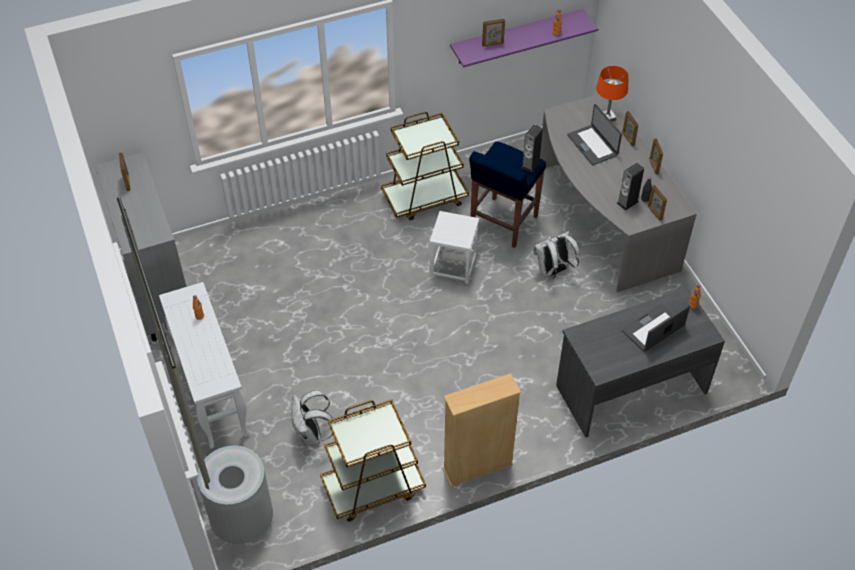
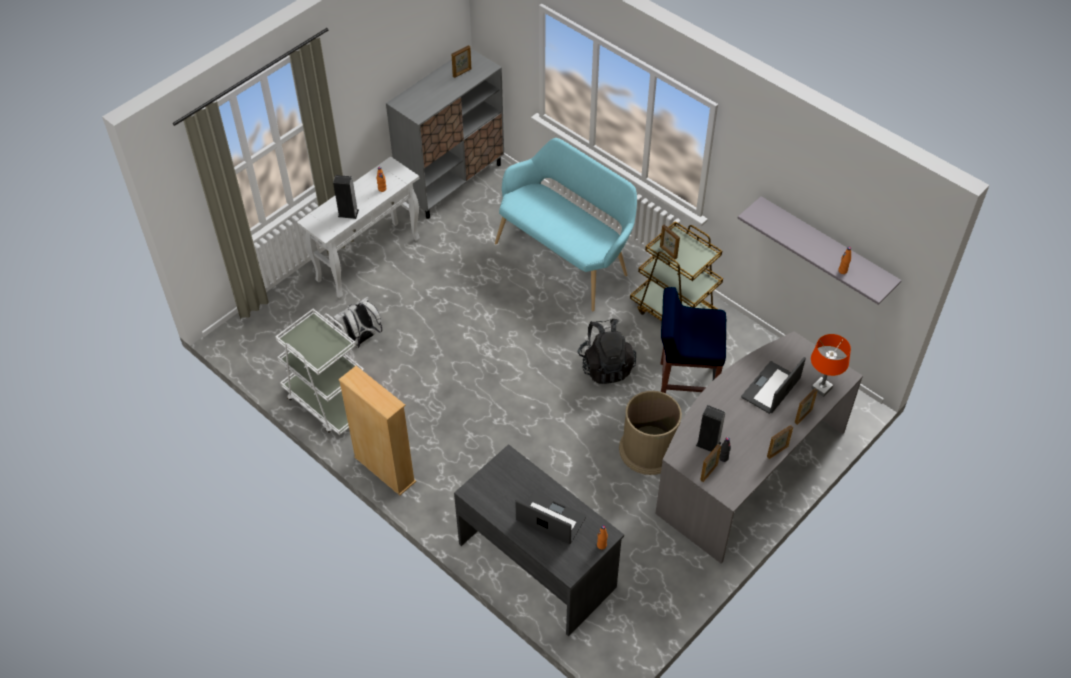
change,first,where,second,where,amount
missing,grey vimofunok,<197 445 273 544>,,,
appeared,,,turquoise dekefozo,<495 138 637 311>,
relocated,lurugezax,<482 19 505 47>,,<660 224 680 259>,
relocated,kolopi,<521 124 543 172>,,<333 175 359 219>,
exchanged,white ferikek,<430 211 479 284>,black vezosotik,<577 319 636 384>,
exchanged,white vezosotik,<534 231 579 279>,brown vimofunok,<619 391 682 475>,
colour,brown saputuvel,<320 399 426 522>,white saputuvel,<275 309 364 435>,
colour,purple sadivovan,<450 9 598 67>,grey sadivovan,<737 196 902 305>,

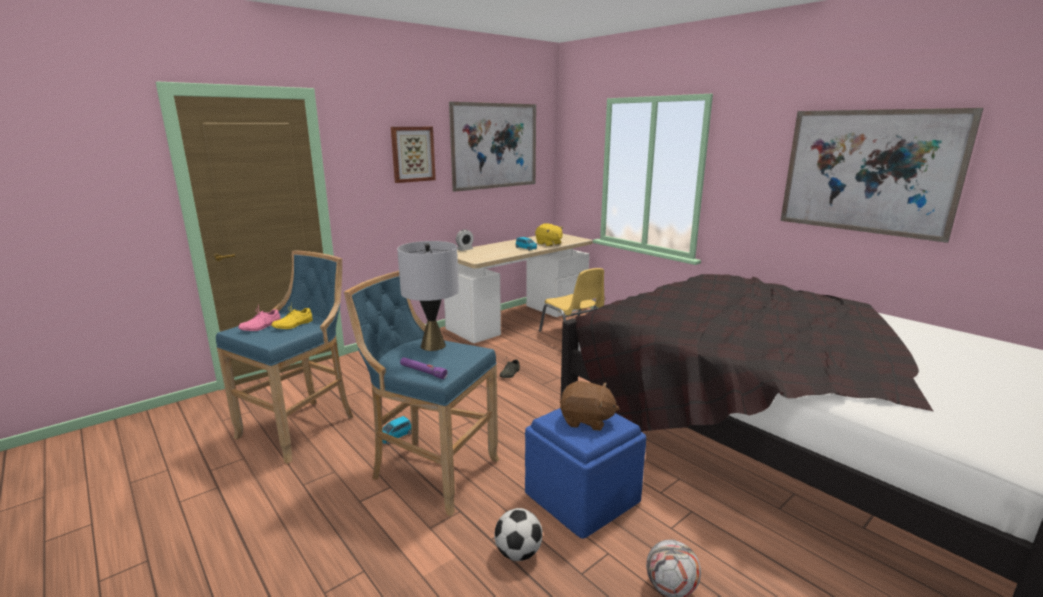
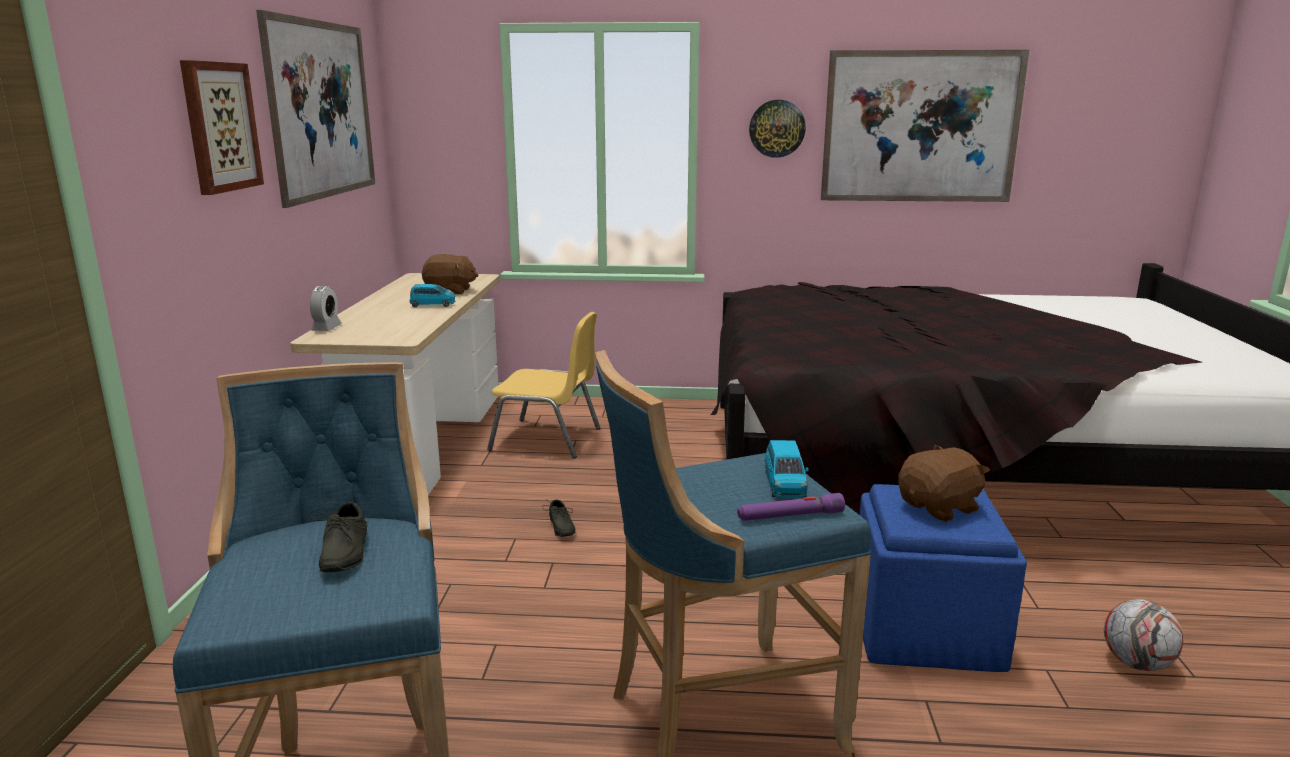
change,first,where,second,where,amount
missing,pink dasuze,<238 304 281 331>,,,
missing,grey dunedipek,<397 241 459 351>,,,
missing,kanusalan,<494 508 543 561>,,,
appeared,,,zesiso,<749 100 806 158>,
relocated,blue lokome,<383 416 412 444>,,<765 440 809 498>,
colour,yellow dasuze,<271 303 313 329>,grey dasuze,<310 501 368 572>,
colour,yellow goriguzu,<535 223 563 246>,brown goriguzu,<422 254 478 295>,

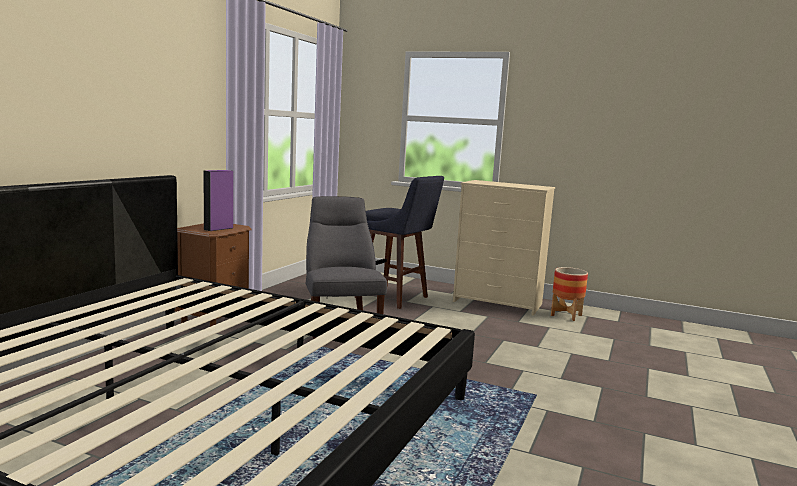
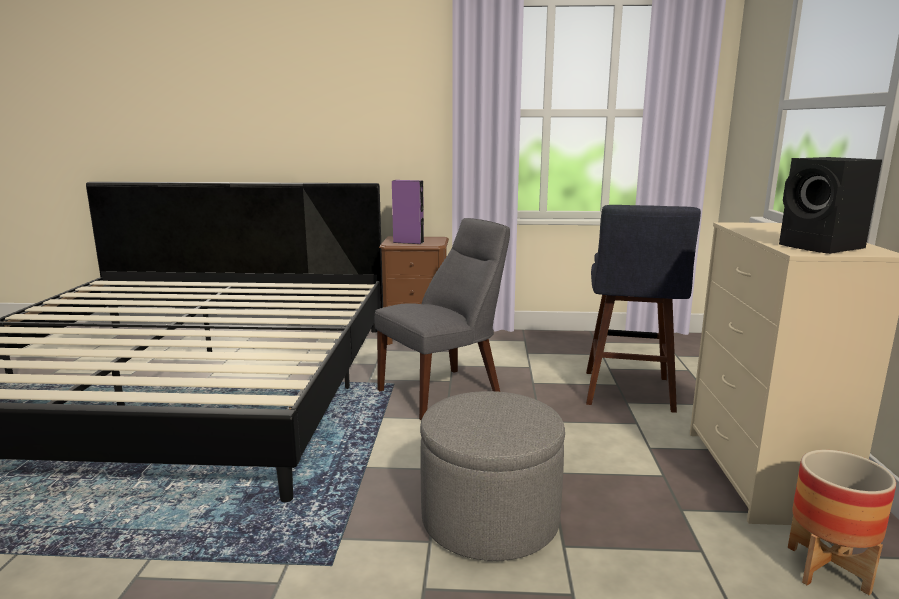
change,first,where,second,where,amount
appeared,,,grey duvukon,<420 391 565 561>,
appeared,,,black kolopi,<779 157 882 254>,

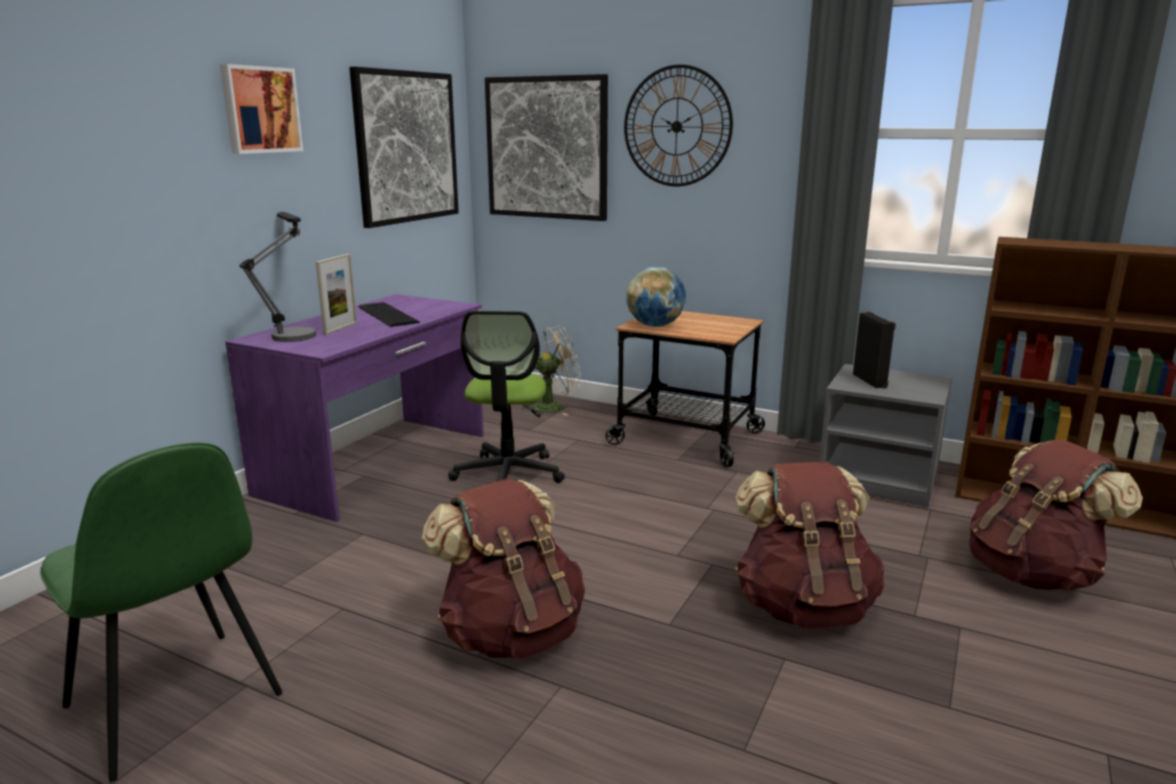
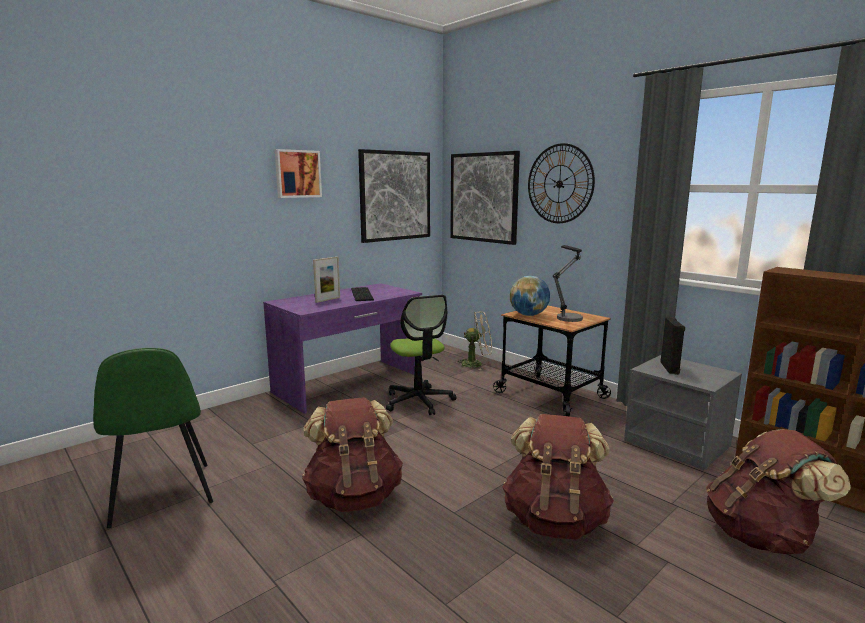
change,first,where,second,where,amount
relocated,dunedipek,<240 212 316 342>,,<553 245 583 322>,
spun,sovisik,<448 311 565 483>,,<386 295 457 415>,45 degrees counterclockwise

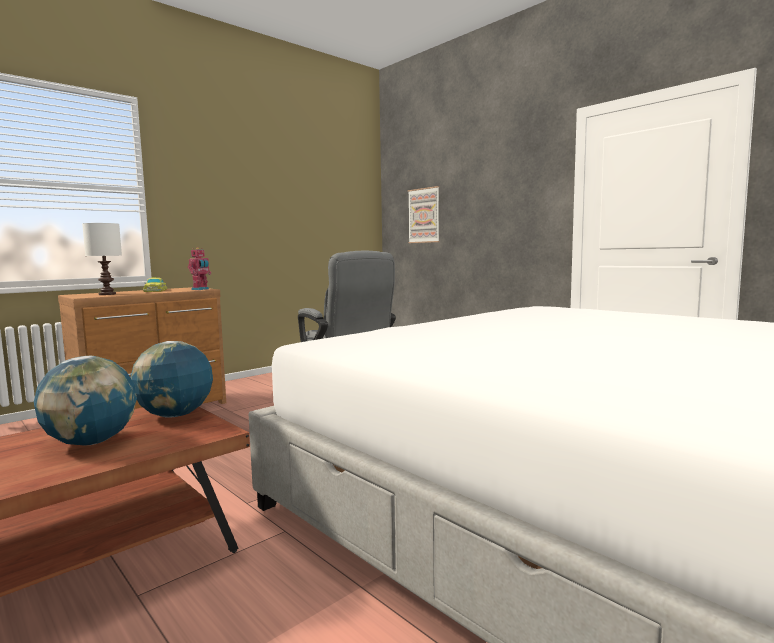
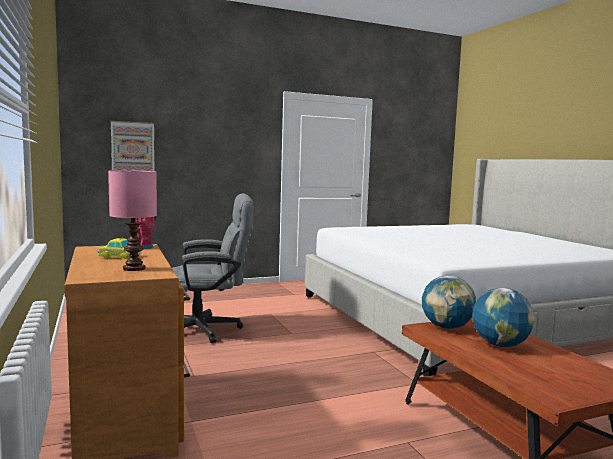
change,first,where,second,where,amount
colour,white dunedipek,<82 223 122 295>,pink dunedipek,<108 170 157 271>,

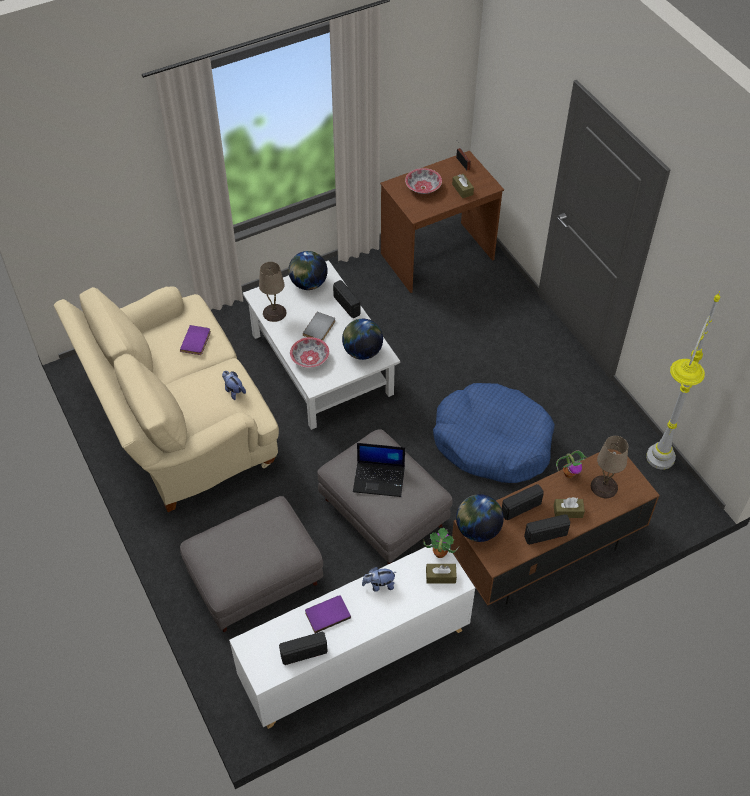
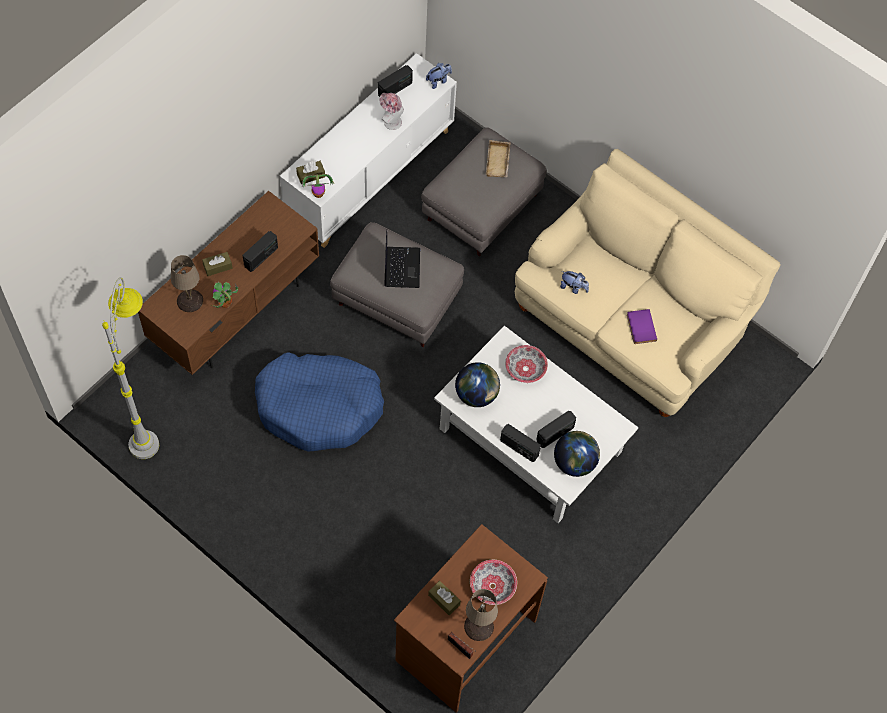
change,first,where,second,where,amount
missing,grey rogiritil,<303 312 335 341>,,,
missing,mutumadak,<456 494 504 542>,,,
appeared,,,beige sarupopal,<486 140 511 177>,
relocated,beige dunedipek,<259 262 286 322>,,<464 589 498 641>,
relocated,goriguzu,<362 567 396 592>,,<426 63 452 89>,
relocated,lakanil,<524 514 571 545>,,<536 411 576 448>,
exchanged,purple rogiritil,<305 595 351 633>,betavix,<380 93 404 130>,
spun,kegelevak,<353 443 405 497>,,<384 230 420 288>,105 degrees clockwise

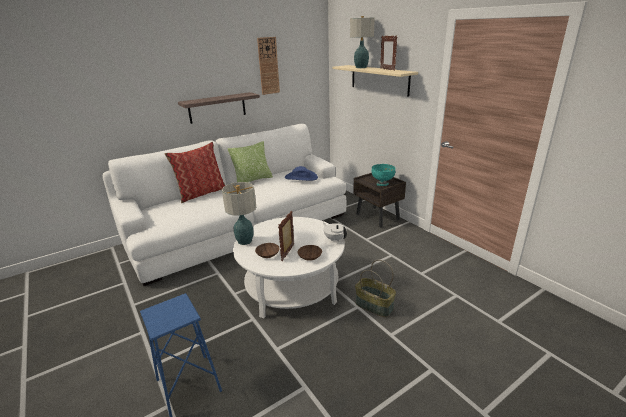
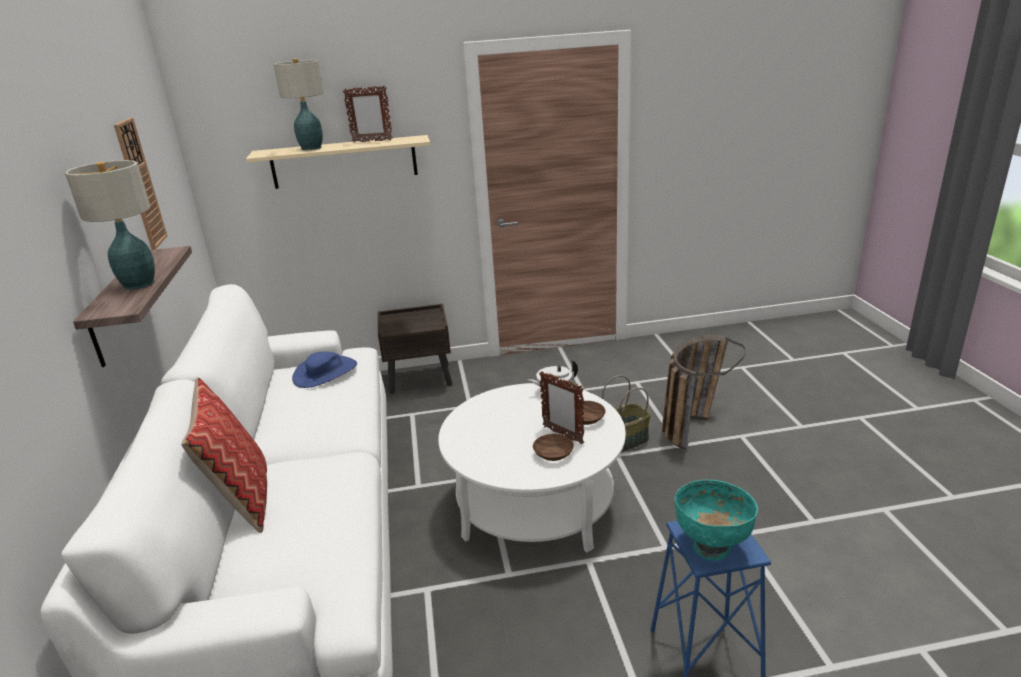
change,first,where,second,where,amount
missing,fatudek,<228 141 273 182>,,,
appeared,,,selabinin,<662 335 745 450>,
relocated,dunedipek,<222 182 256 245>,,<65 160 155 290>,
relocated,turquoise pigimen,<372 164 395 186>,,<675 480 758 561>,

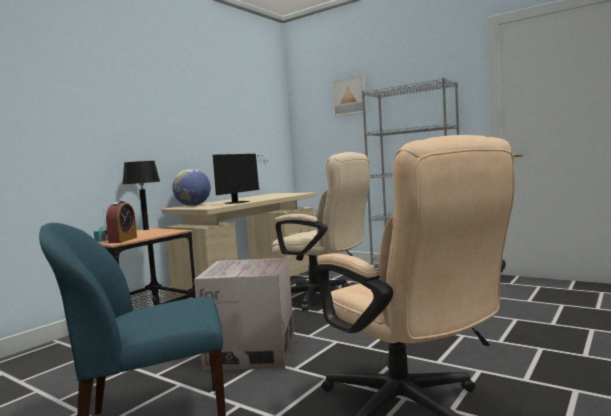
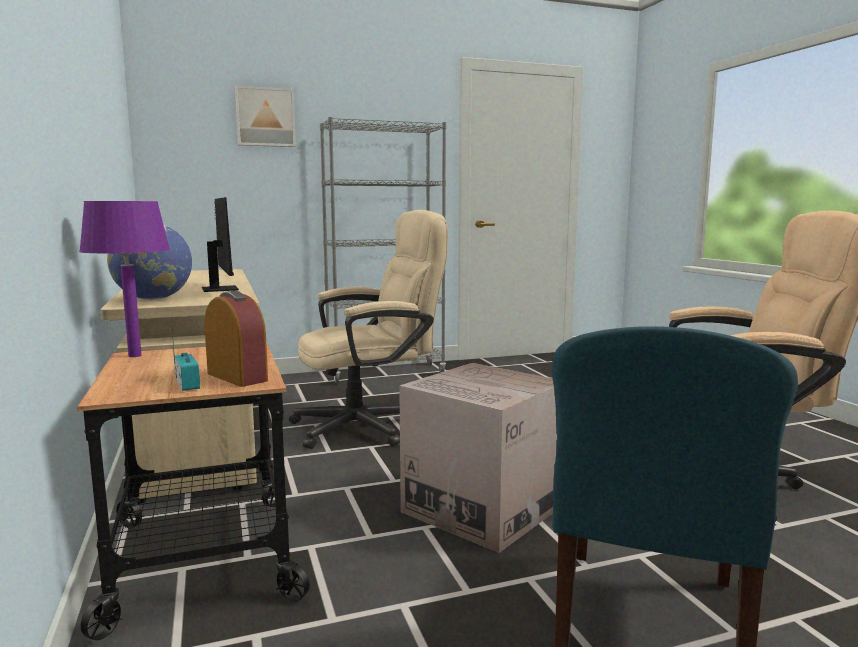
change,first,where,second,where,amount
colour,black dunedipek,<123 161 160 230>,purple dunedipek,<79 201 170 357>,

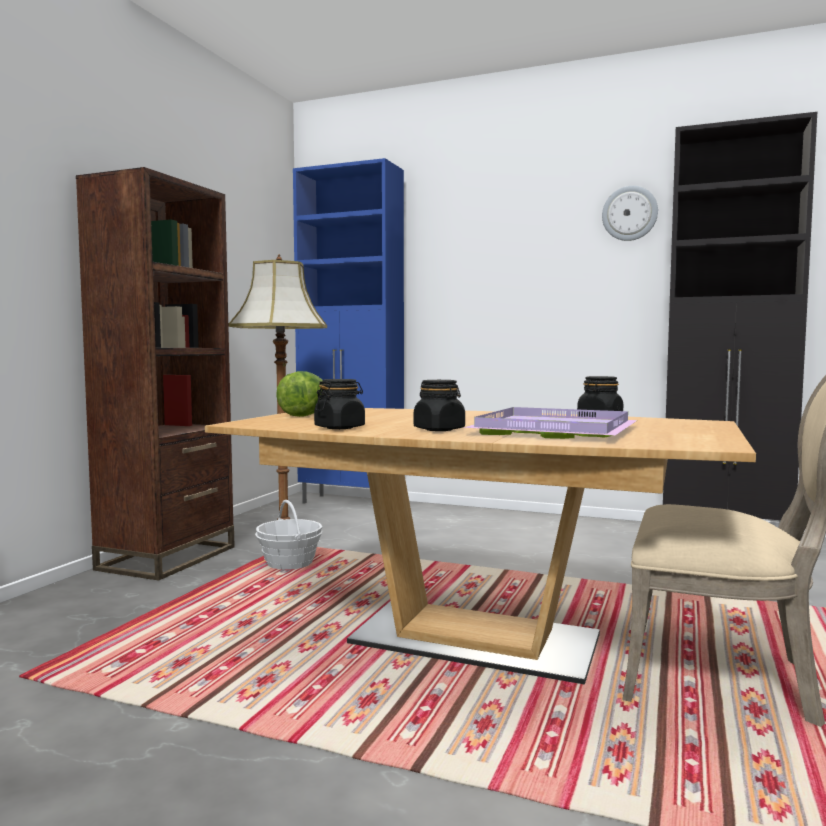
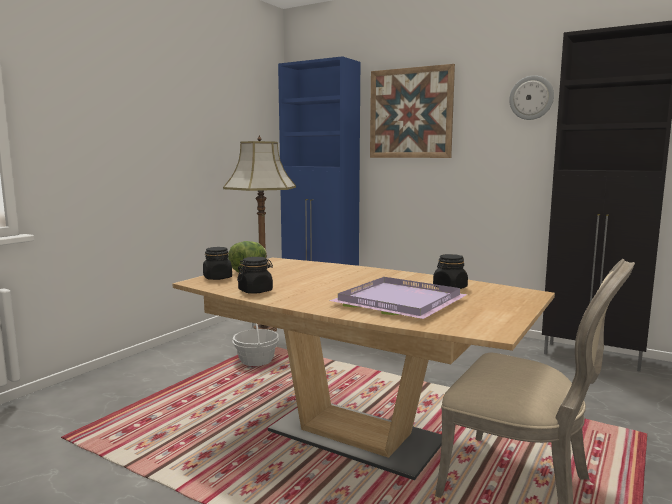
change,first,where,second,where,amount
missing,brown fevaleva,<76 167 235 581>,,,
appeared,,,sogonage,<370 64 455 158>,
relocated,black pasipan,<414 380 465 431>,,<203 247 232 280>,

